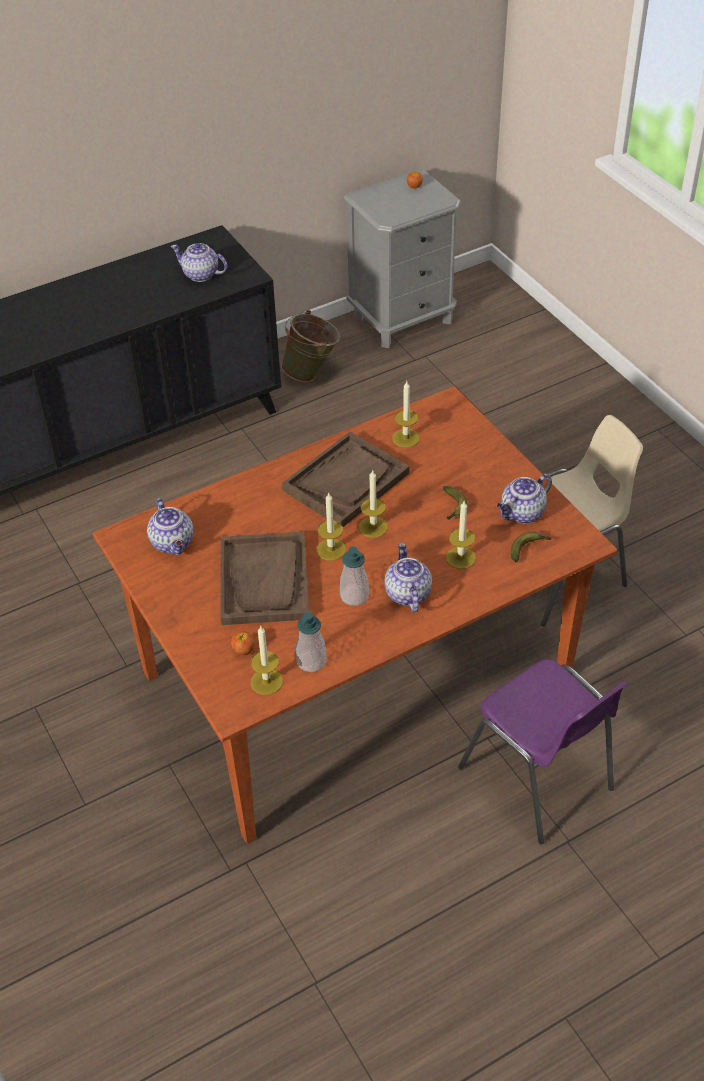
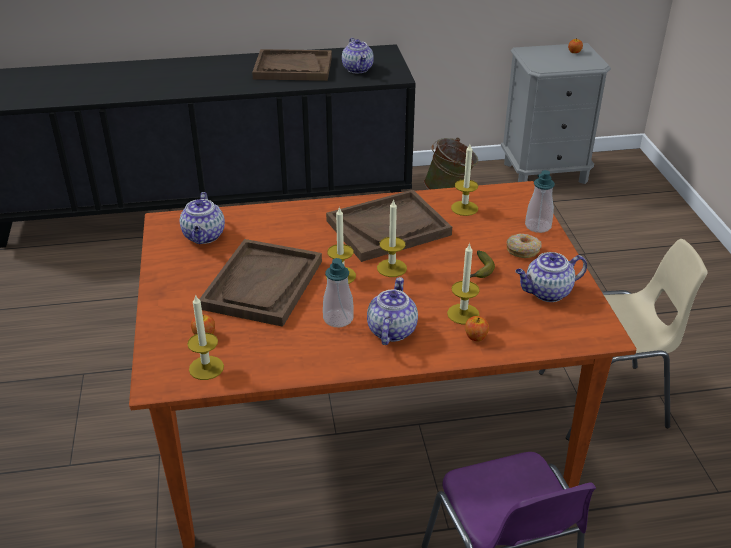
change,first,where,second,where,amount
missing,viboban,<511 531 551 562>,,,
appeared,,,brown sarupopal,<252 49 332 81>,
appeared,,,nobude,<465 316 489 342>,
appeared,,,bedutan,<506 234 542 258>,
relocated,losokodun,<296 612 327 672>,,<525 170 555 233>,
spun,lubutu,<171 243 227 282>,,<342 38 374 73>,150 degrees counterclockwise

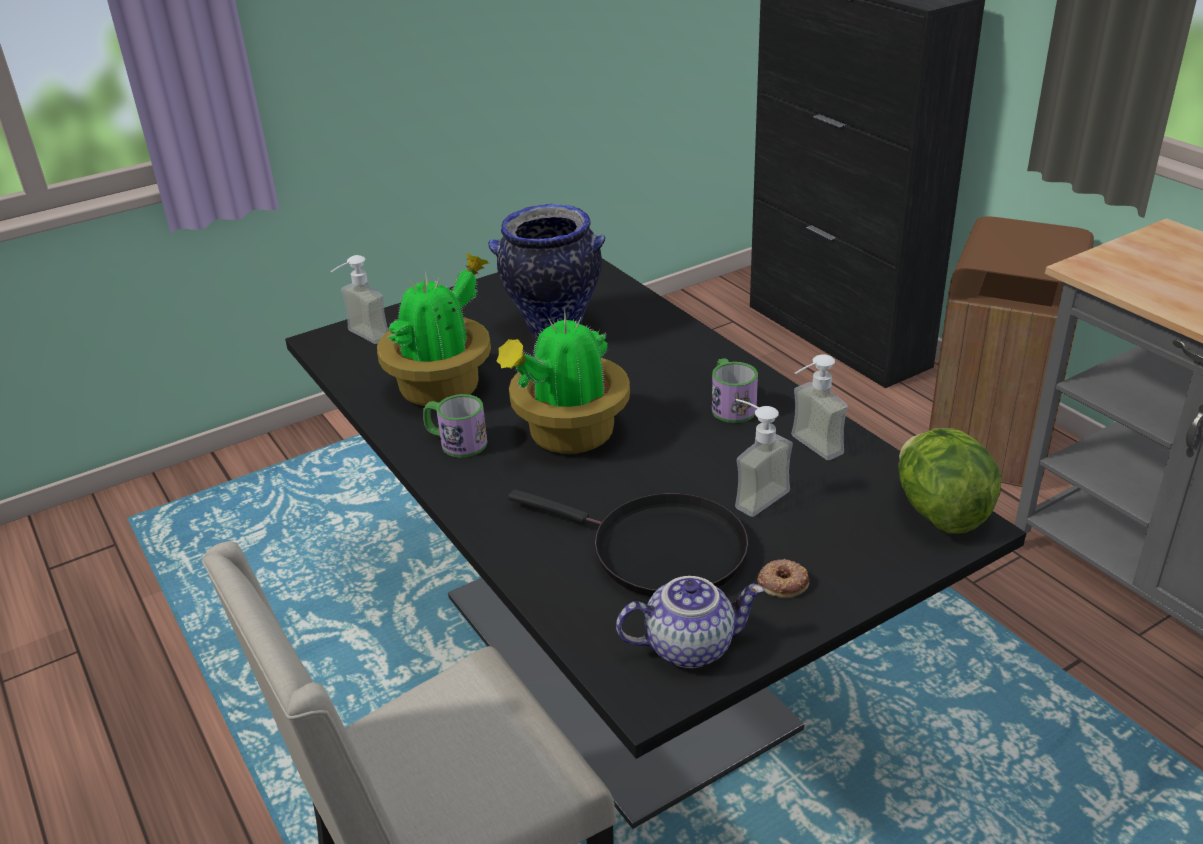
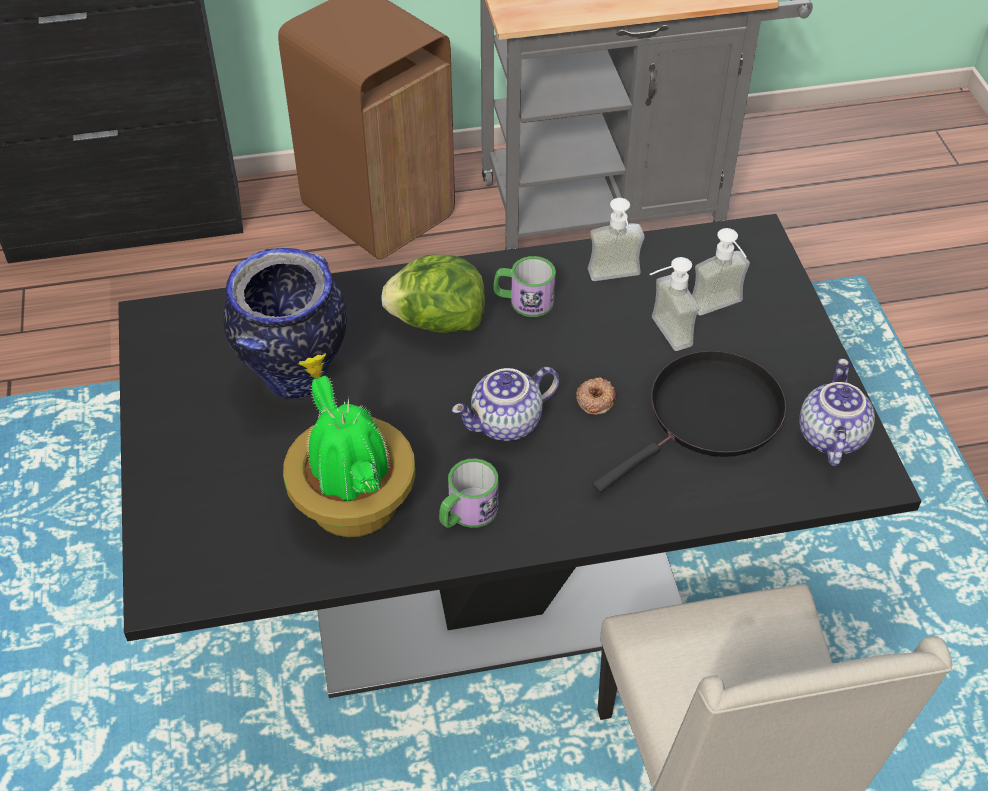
change,first,where,second,where,amount
relocated,losokodun,<330 255 389 344>,,<692 228 750 316>,
relocated,bedutan,<757 559 809 598>,,<576 378 616 415>,
relocated,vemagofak,<898 428 1001 534>,,<381 255 485 333>,
exchanged,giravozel,<496 309 630 454>,lubutu,<452 367 559 441>,

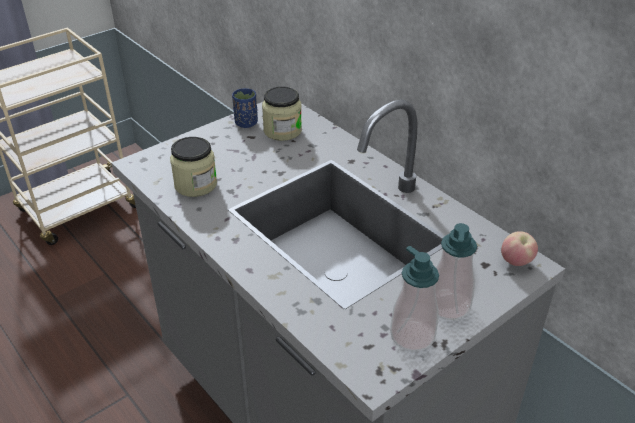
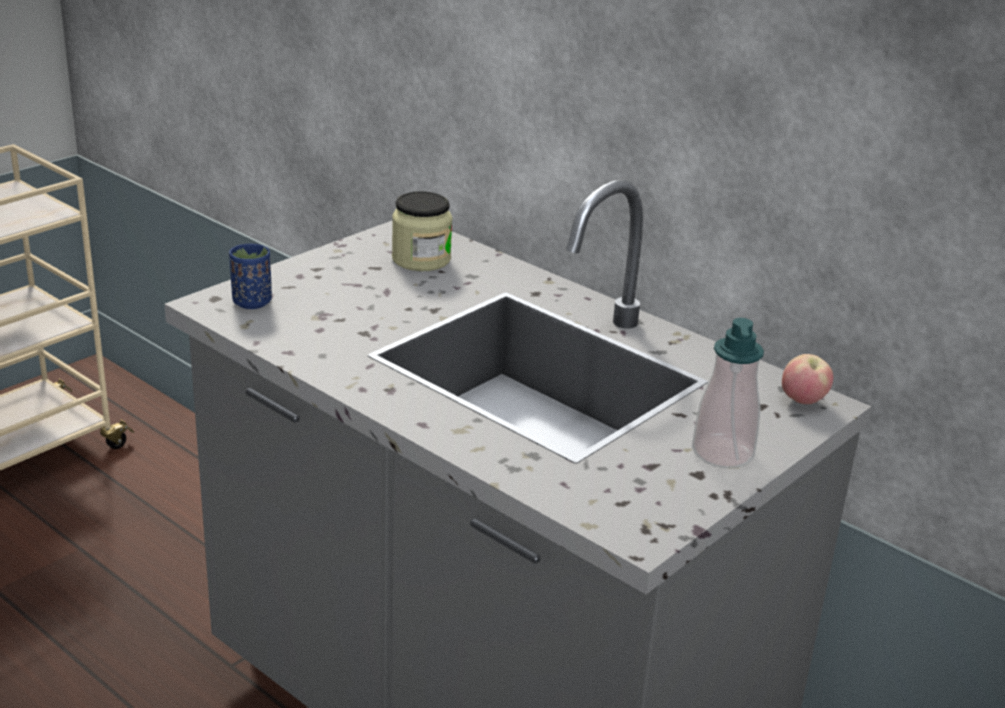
change,first,where,second,where,amount
missing,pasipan,<170 137 217 197>,,,
missing,losokodun,<390 246 439 352>,,,
relocated,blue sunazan,<232 88 258 128>,,<229 244 272 309>,

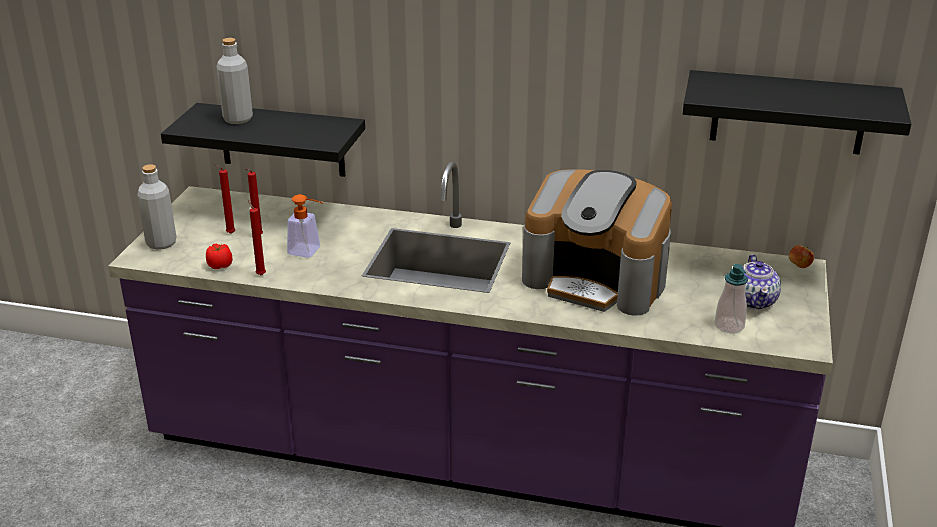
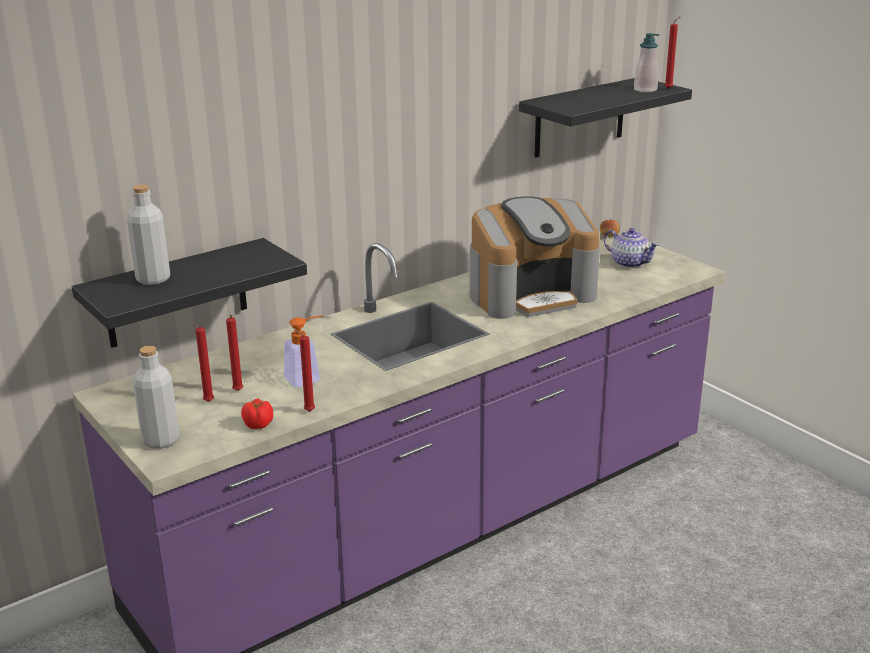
change,first,where,second,where,amount
appeared,,,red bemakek,<665 17 680 89>,
relocated,losokodun,<715 264 748 333>,,<634 33 660 92>,

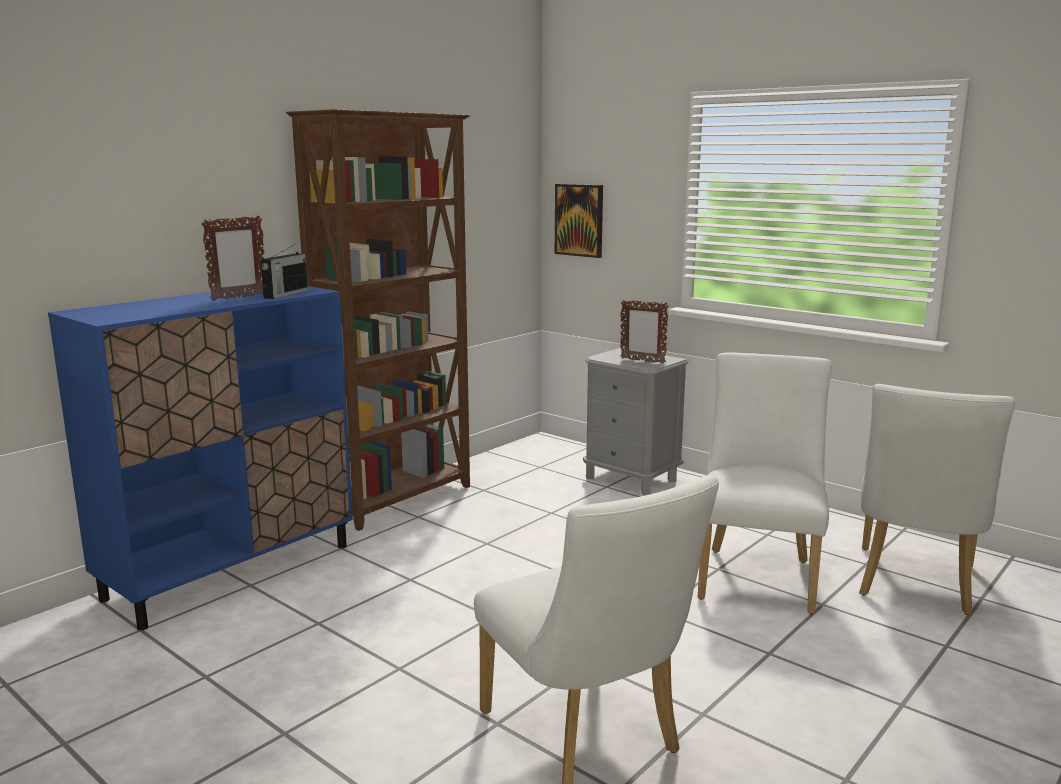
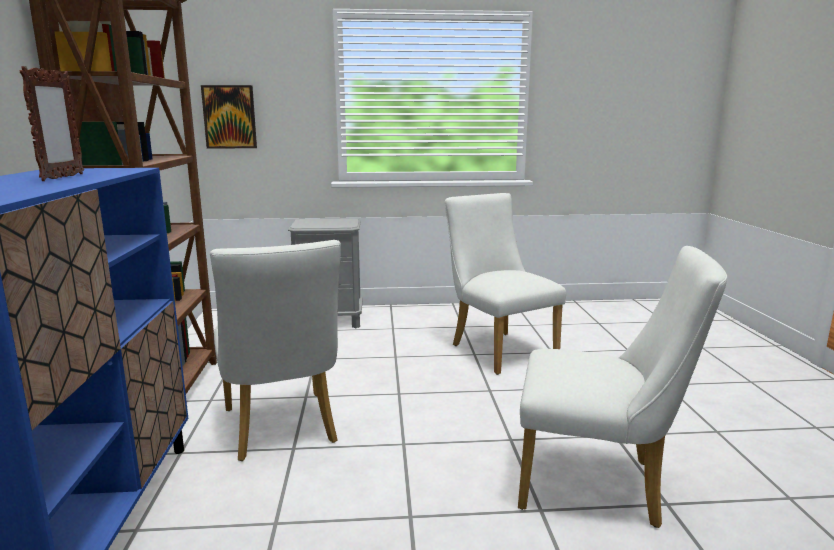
change,first,where,second,where,amount
missing,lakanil,<261 243 308 299>,,,
missing,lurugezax,<620 300 669 364>,,,
relocated,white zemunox,<859 384 1015 615>,,<210 240 341 461>,

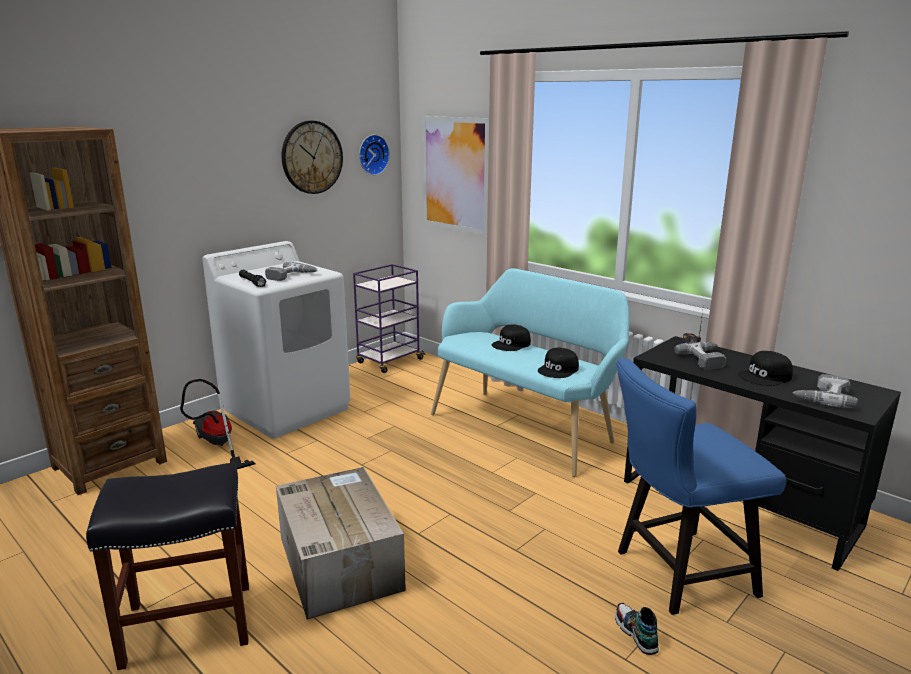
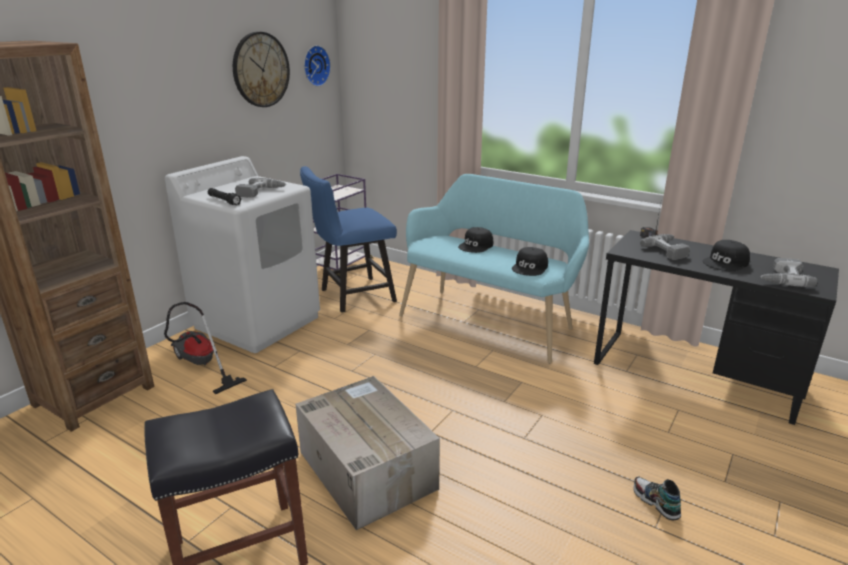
change,first,where,second,where,amount
missing,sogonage,<422 116 489 235>,,,
relocated,blue zemunox,<617 359 786 615>,,<300 166 397 313>,

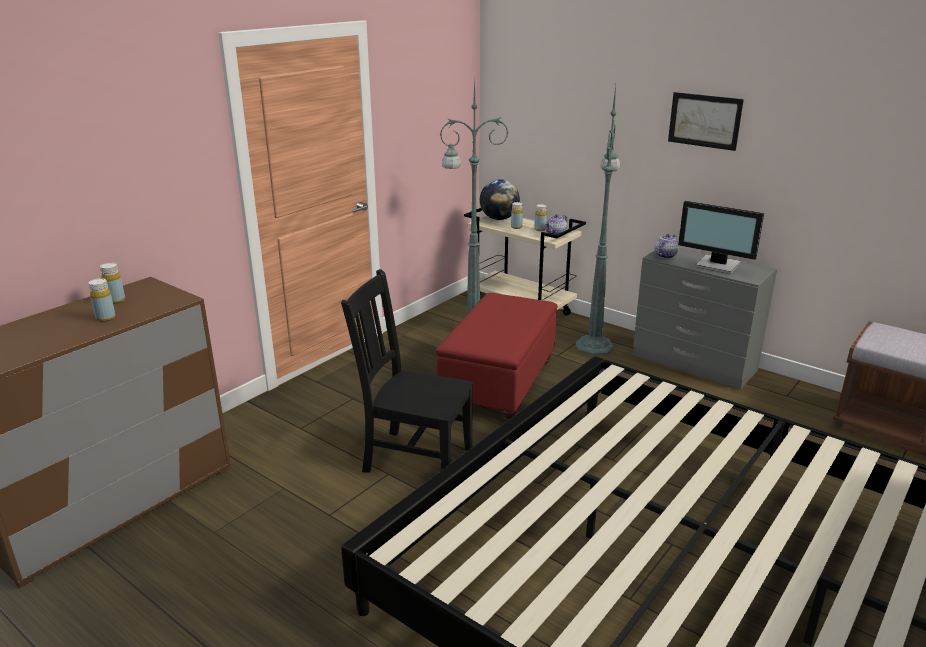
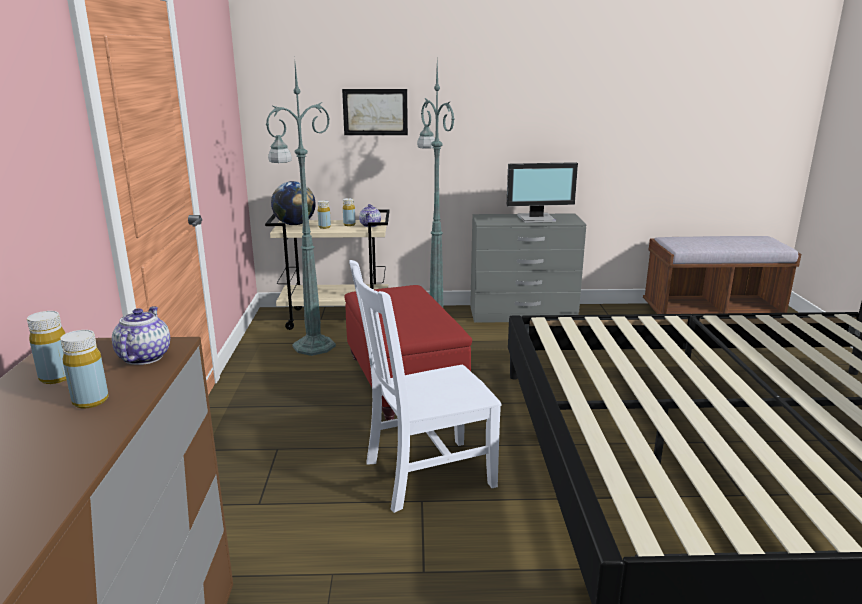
change,first,where,second,where,amount
relocated,lubutu,<654 234 679 259>,,<112 307 170 365>,
relocated,sogonage,<668 92 744 151>,,<342 89 408 135>,
colour,black zemunox,<341 269 473 473>,white zemunox,<349 260 502 513>,

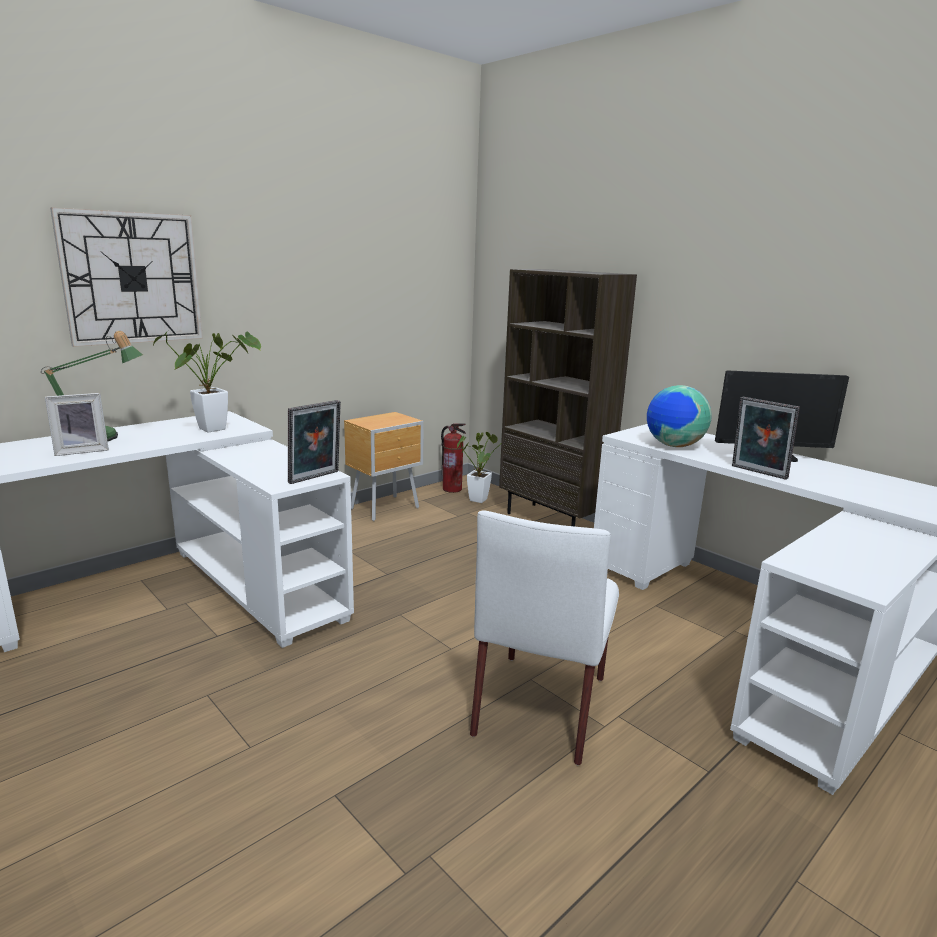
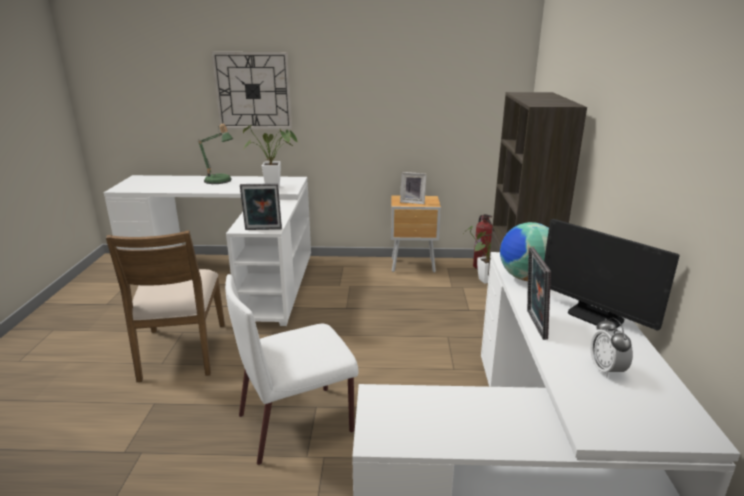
change,first,where,second,where,amount
appeared,,,brown zemunox,<106 231 225 382>,
appeared,,,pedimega,<591 317 633 378>,
relocated,lurugezax,<45 393 109 456>,,<400 172 426 204>,

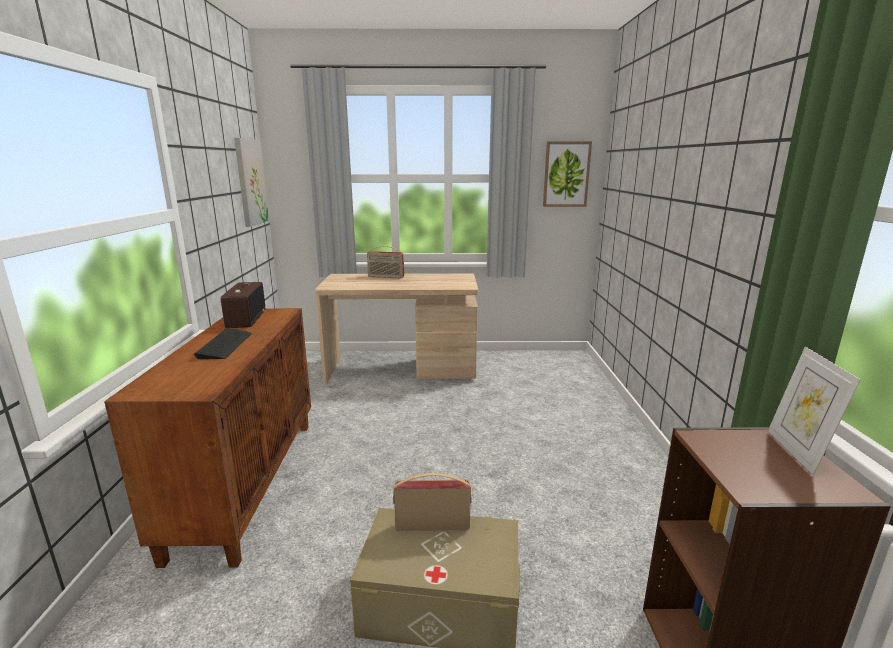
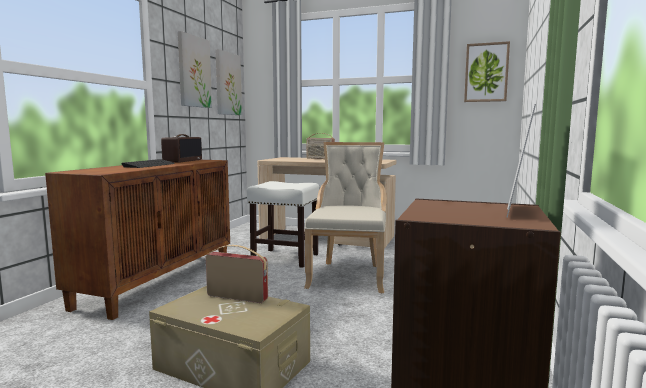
change,first,where,second,where,amount
appeared,,,sogonage,<178 31 212 108>,
appeared,,,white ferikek,<247 181 319 268>,
appeared,,,beige zemunox,<304 142 387 293>,

